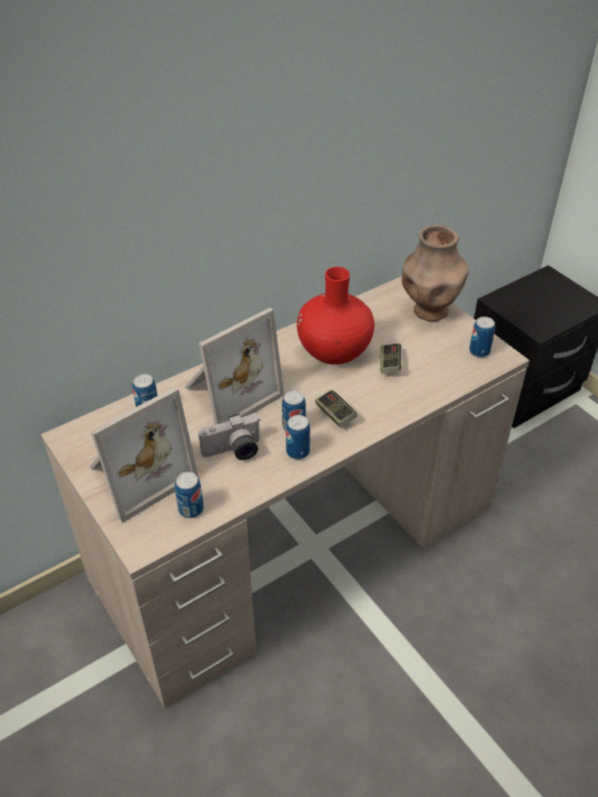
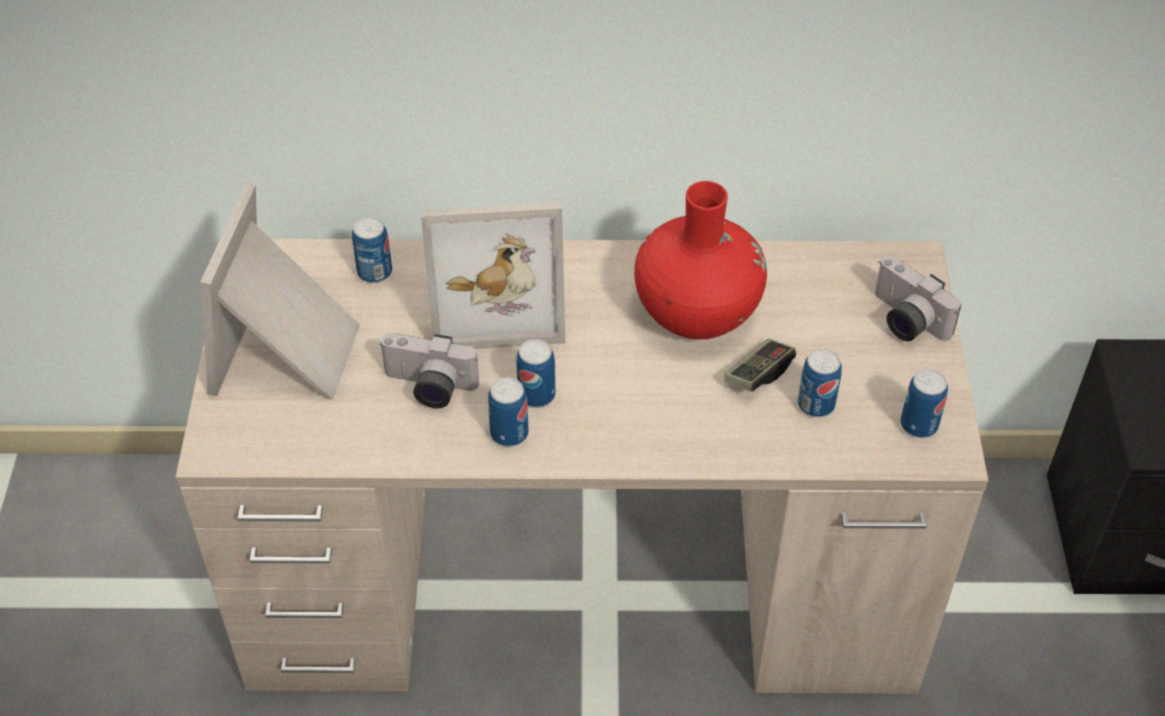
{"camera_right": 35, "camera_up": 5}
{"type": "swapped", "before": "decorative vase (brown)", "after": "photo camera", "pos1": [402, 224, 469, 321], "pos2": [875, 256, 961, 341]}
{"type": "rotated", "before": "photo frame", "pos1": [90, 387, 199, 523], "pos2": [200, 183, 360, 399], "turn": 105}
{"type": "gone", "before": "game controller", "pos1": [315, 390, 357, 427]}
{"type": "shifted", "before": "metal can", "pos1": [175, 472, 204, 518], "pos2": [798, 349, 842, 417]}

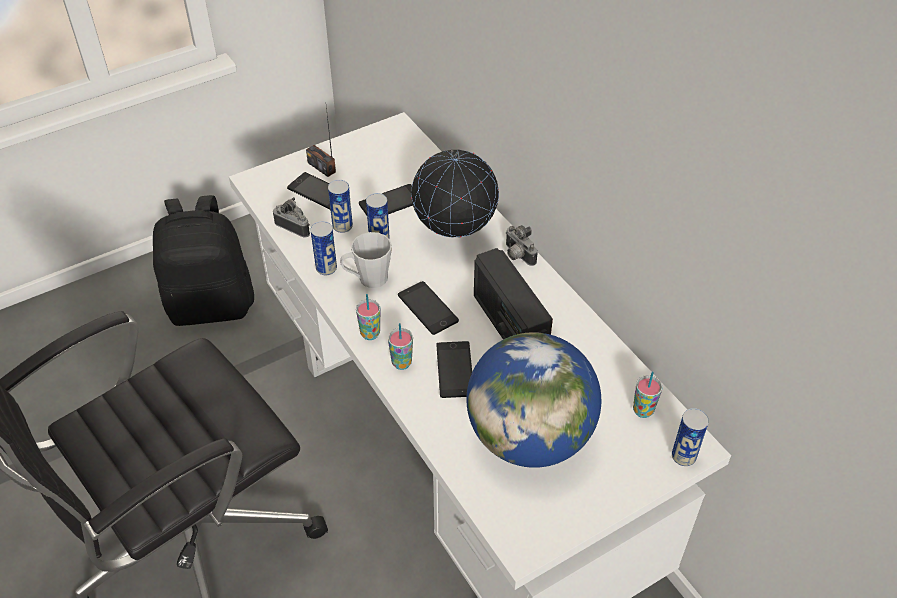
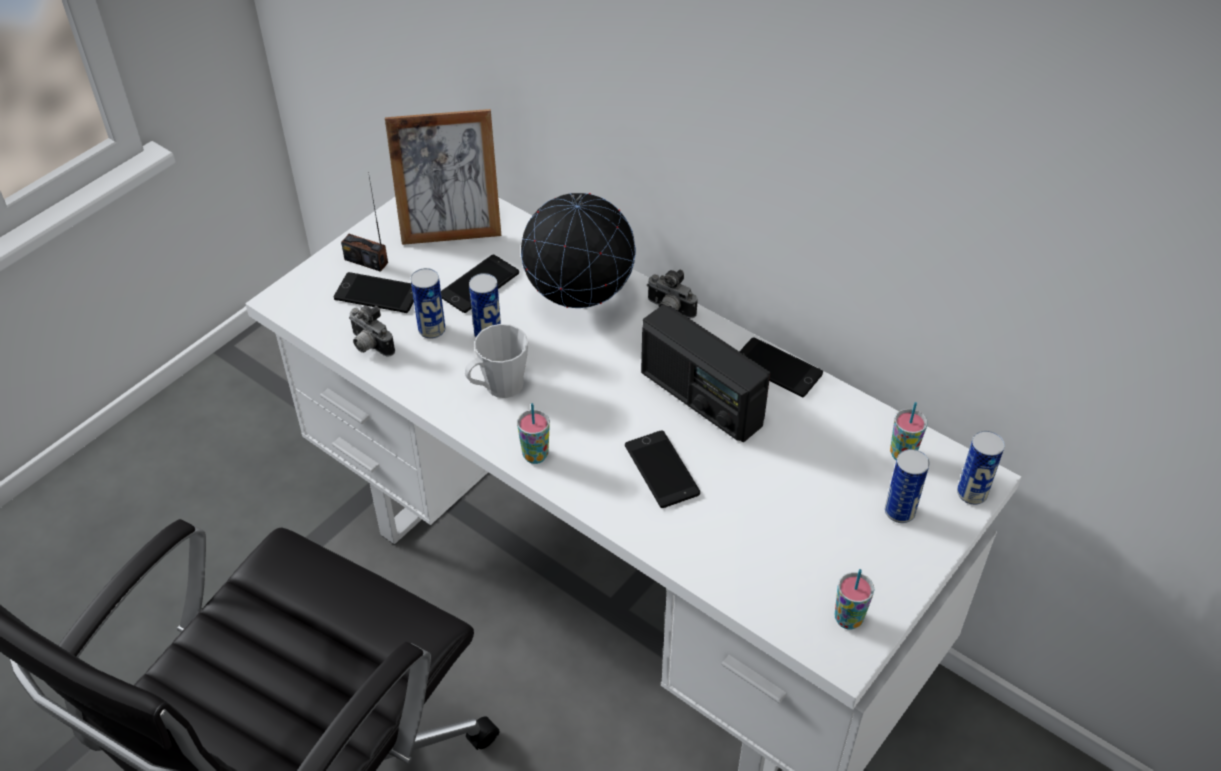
{"camera_right": -20, "camera_up": 0}
{"type": "gone", "before": "rucksack (black)", "pos1": [153, 195, 254, 326]}
{"type": "rotated", "before": "photo camera", "pos1": [273, 197, 310, 238], "pos2": [349, 305, 395, 357], "turn": -150}
{"type": "shifted", "before": "metal can", "pos1": [310, 221, 337, 275], "pos2": [885, 449, 929, 523]}
{"type": "shifted", "before": "telephone", "pos1": [398, 281, 459, 335], "pos2": [739, 337, 823, 397]}
{"type": "shifted", "before": "small cup", "pos1": [388, 323, 413, 370], "pos2": [835, 569, 874, 630]}
{"type": "gone", "before": "world globe", "pos1": [466, 332, 601, 468]}
{"type": "new", "after": "photo frame", "pos2": [385, 109, 501, 245]}

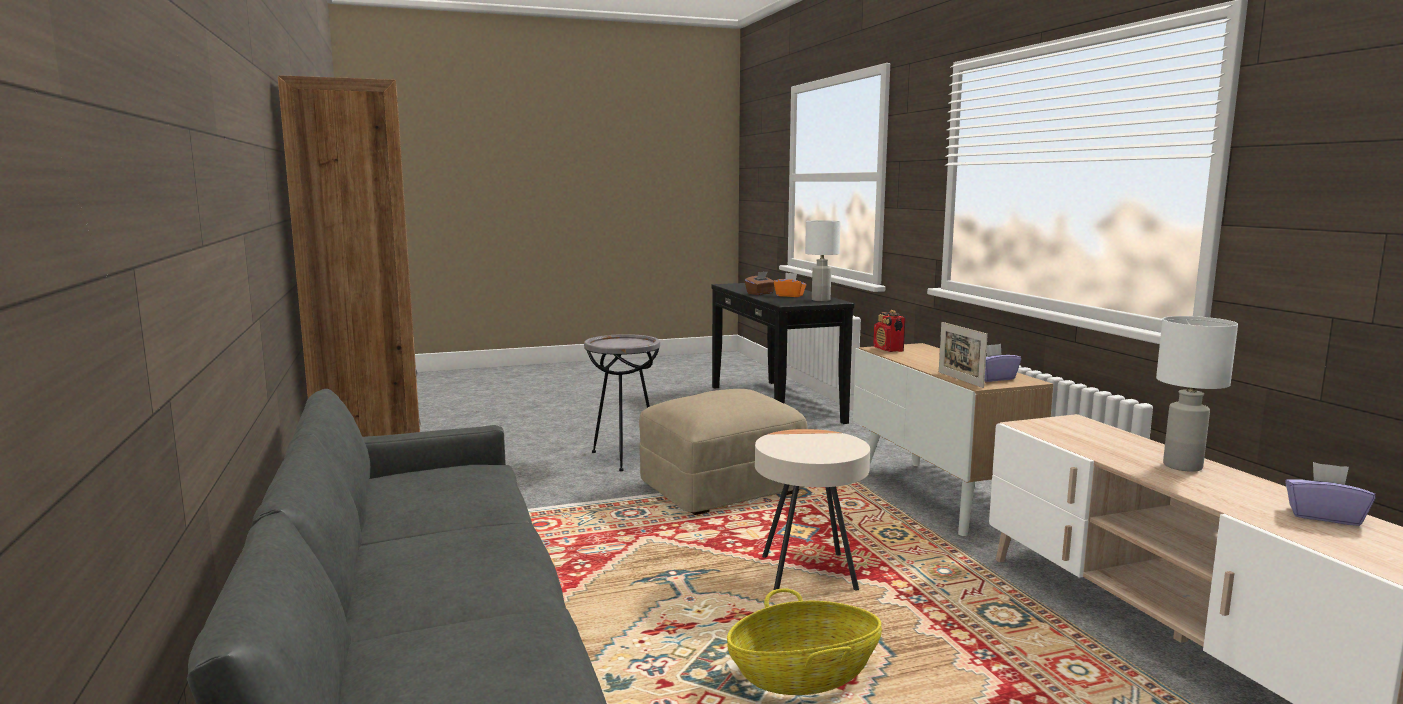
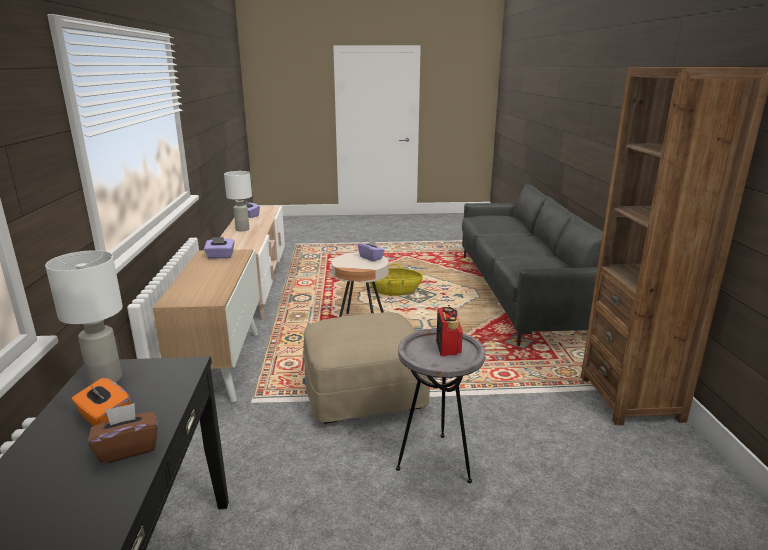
{"camera_right": -165, "camera_up": 10}
{"type": "shifted", "before": "radio receiver", "pos1": [873, 310, 905, 352], "pos2": [436, 307, 463, 356]}
{"type": "gone", "before": "photo frame", "pos1": [939, 322, 988, 388]}
{"type": "new", "after": "tissue box (purple-coloured)", "pos2": [358, 238, 385, 261]}

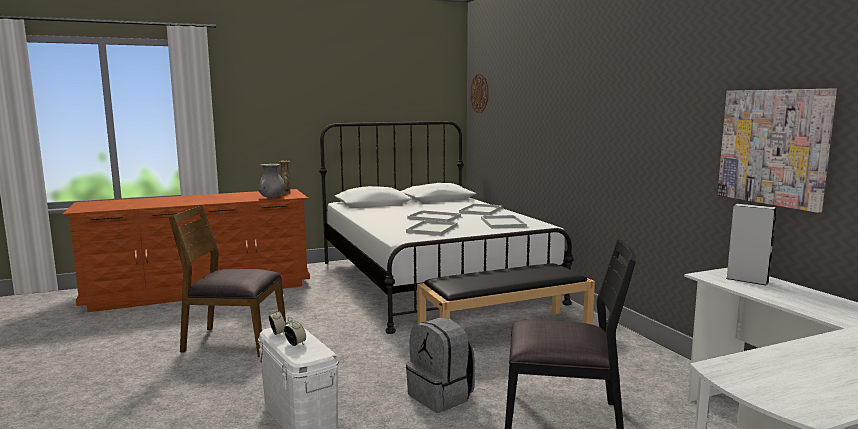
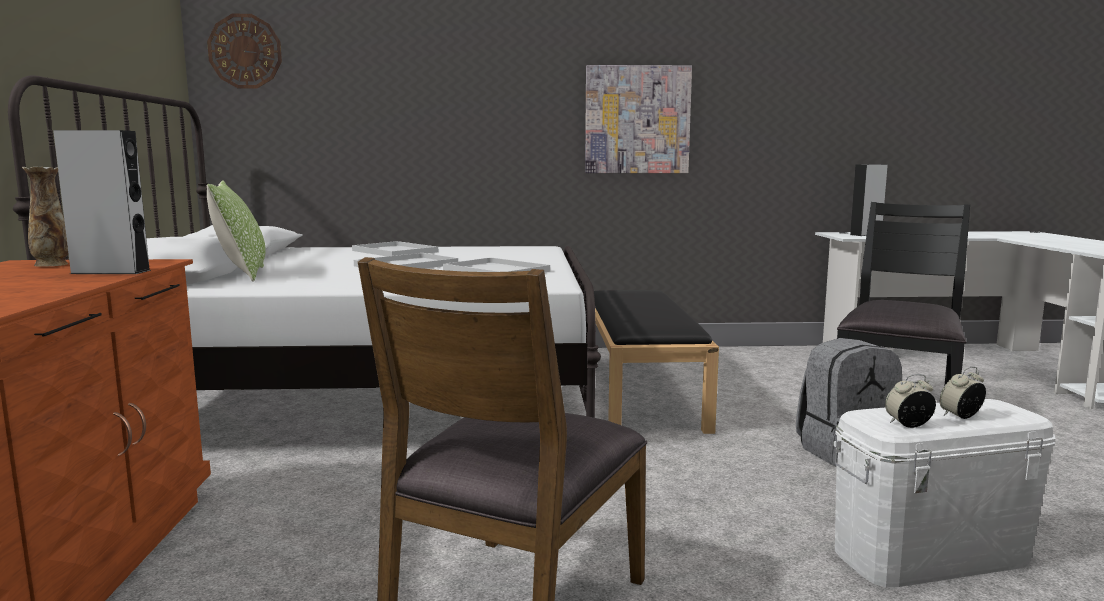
{"camera_right": -70, "camera_up": 0}
{"type": "shifted", "before": "wall art", "pos1": [717, 89, 837, 213], "pos2": [585, 65, 692, 173]}
{"type": "swapped", "before": "decorative vase (gray)", "after": "speaker (gray)", "pos1": [258, 164, 285, 198], "pos2": [53, 130, 151, 274]}
{"type": "gone", "before": "tray (whitish)", "pos1": [481, 215, 527, 229]}
{"type": "new", "after": "throw pillow", "pos2": [207, 180, 266, 282]}

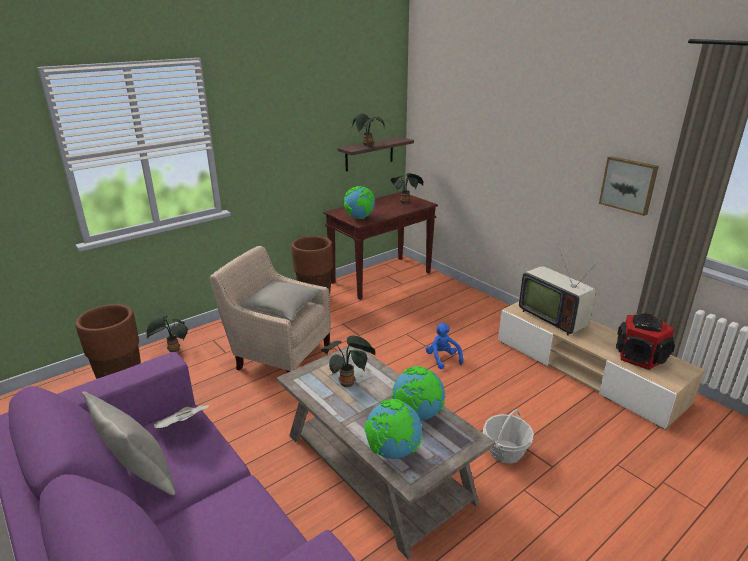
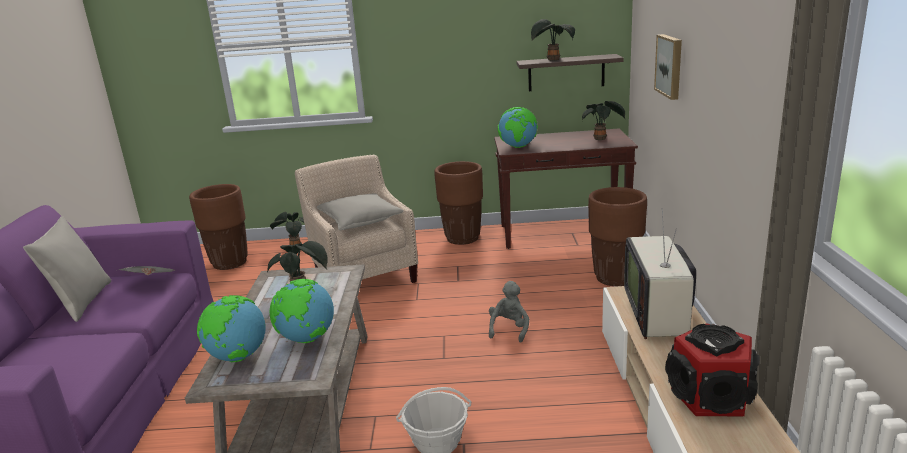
{"camera_right": 40, "camera_up": -5}
{"type": "shifted", "before": "wall art", "pos1": [599, 156, 659, 216], "pos2": [654, 34, 682, 100]}
{"type": "repainted", "before": "soft toy (blue)", "after": "soft toy (gray)", "pos1": [426, 323, 463, 369], "pos2": [489, 281, 529, 343]}
{"type": "new", "after": "plant pot (brown)", "pos2": [588, 187, 647, 286]}

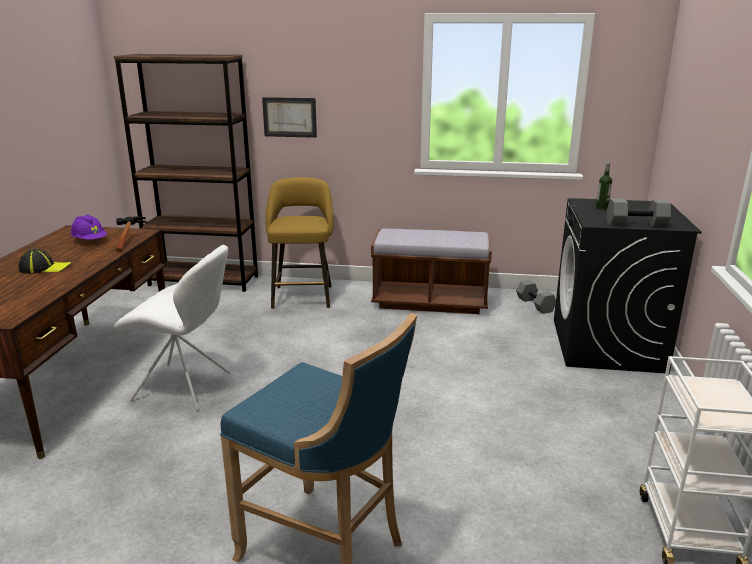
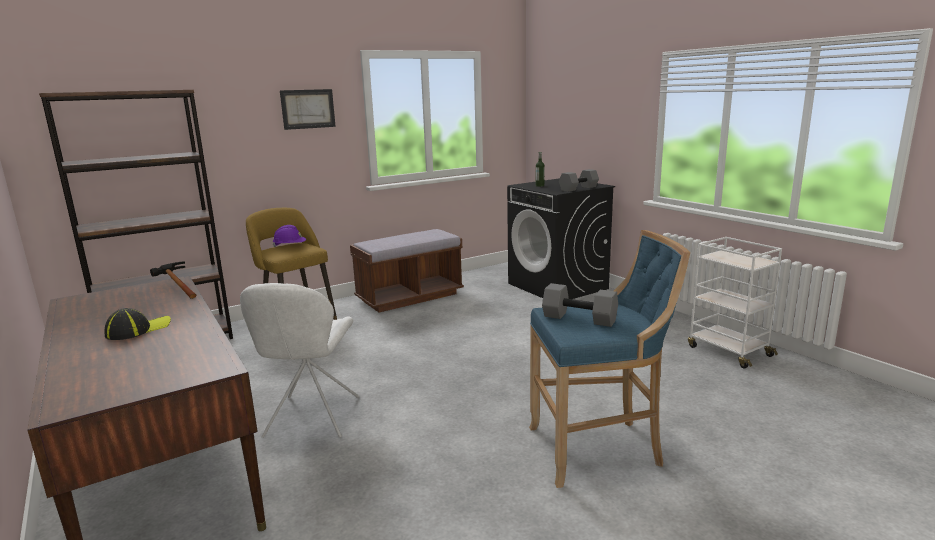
{"camera_right": -40, "camera_up": -5}
{"type": "shifted", "before": "wall art", "pos1": [262, 97, 317, 138], "pos2": [280, 89, 336, 130]}
{"type": "shifted", "before": "safety helmet (purple-coloured)", "pos1": [71, 215, 107, 240], "pos2": [272, 225, 306, 248]}
{"type": "rotated", "before": "chair (whitish)", "pos1": [114, 245, 231, 411], "pos2": [240, 283, 359, 438], "turn": 120}
{"type": "shifted", "before": "dumbbell (gray)", "pos1": [516, 280, 556, 314], "pos2": [542, 283, 618, 327]}

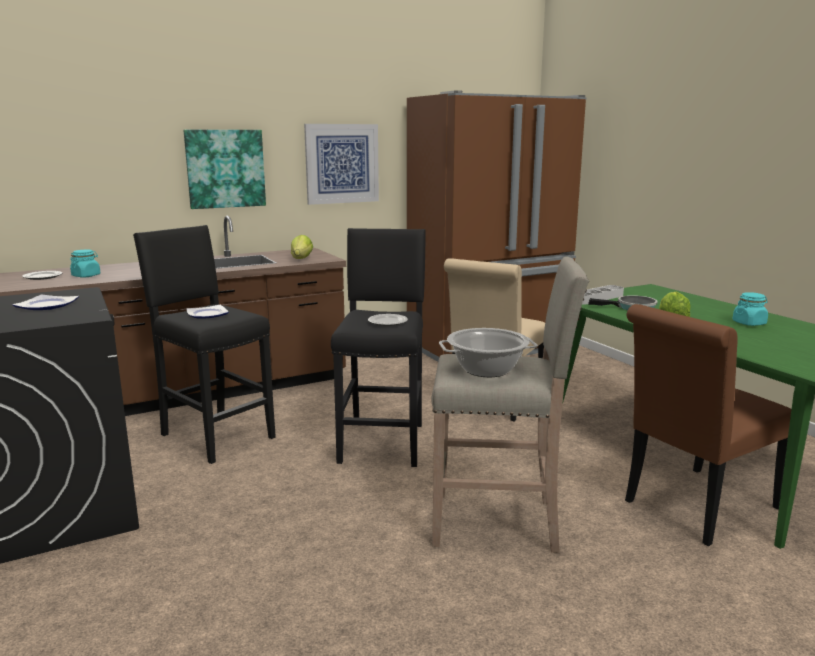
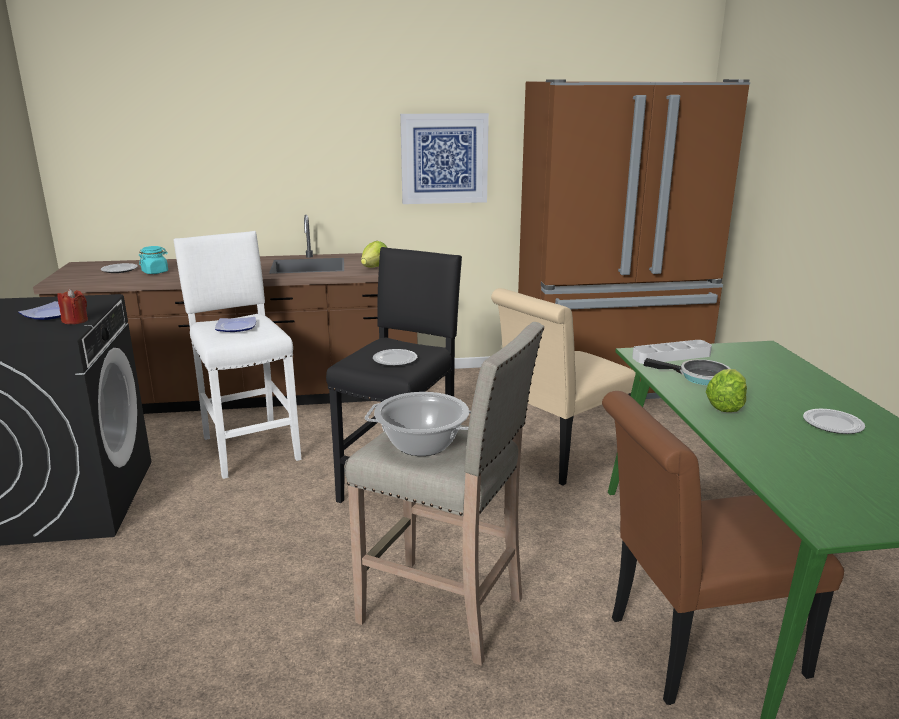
{"camera_right": 20, "camera_up": 5}
{"type": "gone", "before": "wall art", "pos1": [184, 130, 266, 209]}
{"type": "repainted", "before": "stool seat (black)", "after": "stool seat (whitish)", "pos1": [133, 225, 276, 464], "pos2": [174, 231, 302, 479]}
{"type": "swapped", "before": "jar (turquoise-coloured)", "after": "flat dish", "pos1": [732, 292, 768, 326], "pos2": [803, 409, 865, 434]}
{"type": "new", "after": "candle (red)", "pos2": [57, 289, 88, 324]}

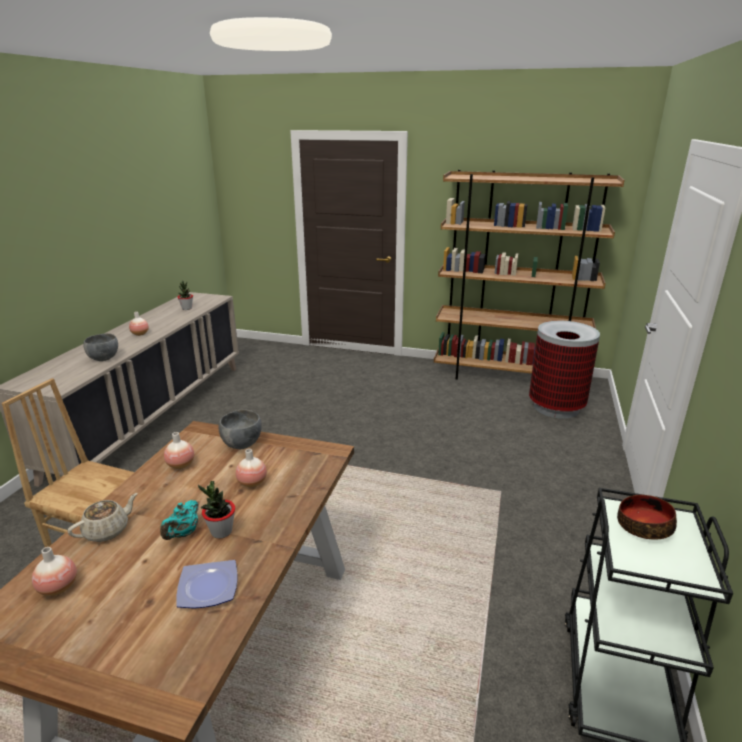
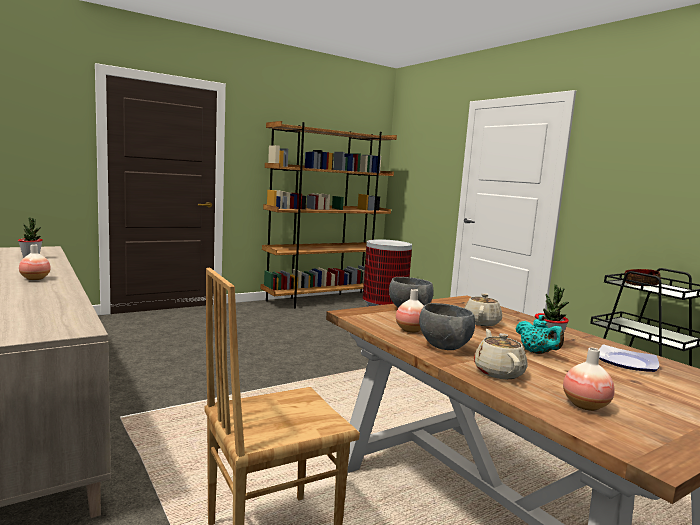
{"camera_right": -50, "camera_up": -15}
{"type": "shifted", "before": "deep dish (gray)", "pos1": [83, 333, 118, 361], "pos2": [419, 303, 475, 350]}
{"type": "swapped", "before": "decorative vase", "after": "pot for tea (sand-coloured)", "pos1": [236, 449, 267, 488], "pos2": [464, 293, 502, 326]}

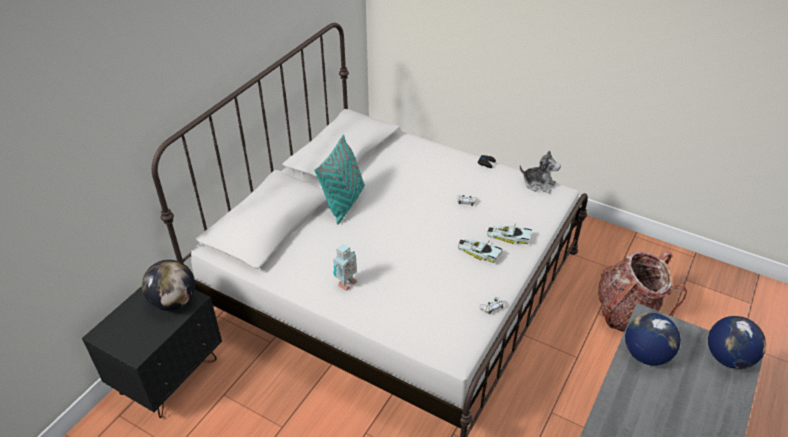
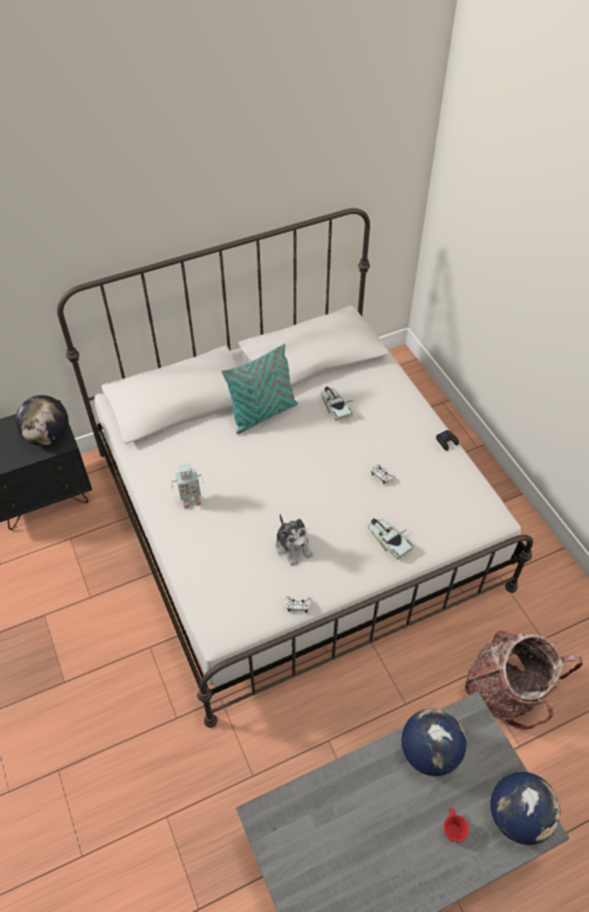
{"camera_right": 35, "camera_up": 10}
{"type": "shifted", "before": "soft toy", "pos1": [520, 150, 561, 193], "pos2": [276, 514, 313, 566]}
{"type": "shifted", "before": "model car", "pos1": [458, 239, 503, 263], "pos2": [321, 386, 353, 421]}
{"type": "new", "after": "small cup (red)", "pos2": [443, 808, 469, 842]}

